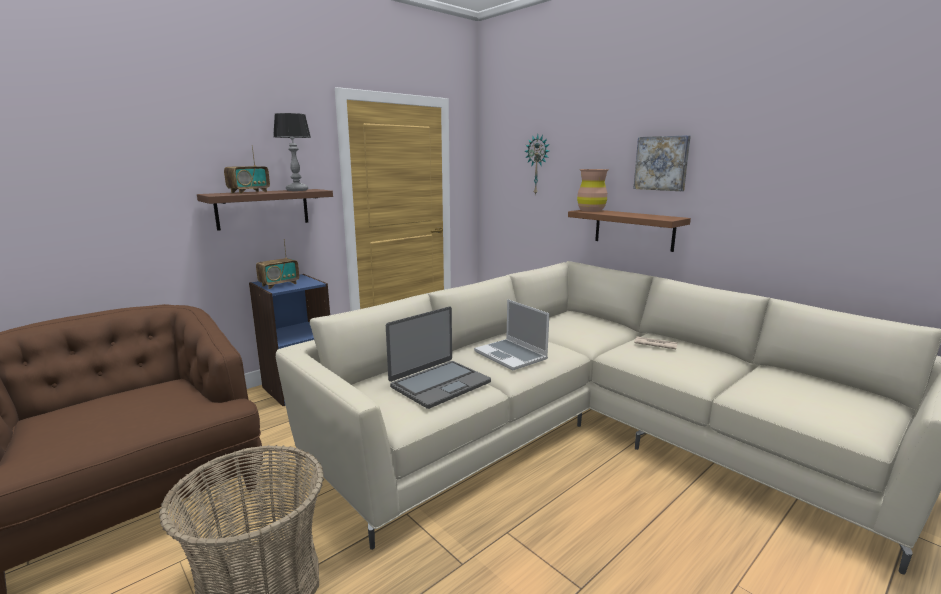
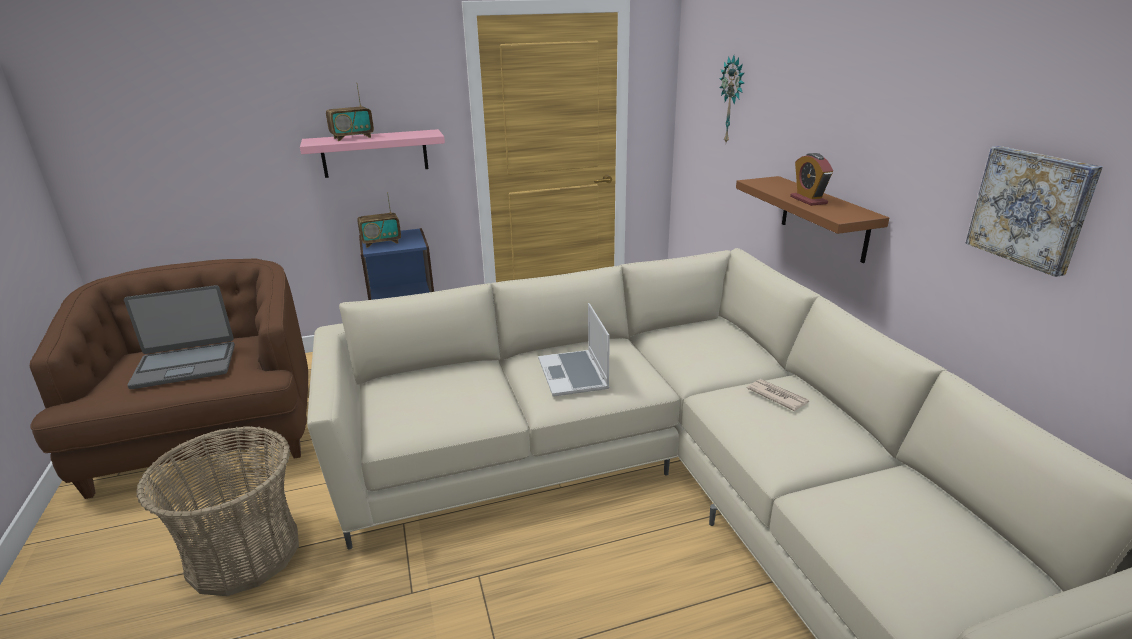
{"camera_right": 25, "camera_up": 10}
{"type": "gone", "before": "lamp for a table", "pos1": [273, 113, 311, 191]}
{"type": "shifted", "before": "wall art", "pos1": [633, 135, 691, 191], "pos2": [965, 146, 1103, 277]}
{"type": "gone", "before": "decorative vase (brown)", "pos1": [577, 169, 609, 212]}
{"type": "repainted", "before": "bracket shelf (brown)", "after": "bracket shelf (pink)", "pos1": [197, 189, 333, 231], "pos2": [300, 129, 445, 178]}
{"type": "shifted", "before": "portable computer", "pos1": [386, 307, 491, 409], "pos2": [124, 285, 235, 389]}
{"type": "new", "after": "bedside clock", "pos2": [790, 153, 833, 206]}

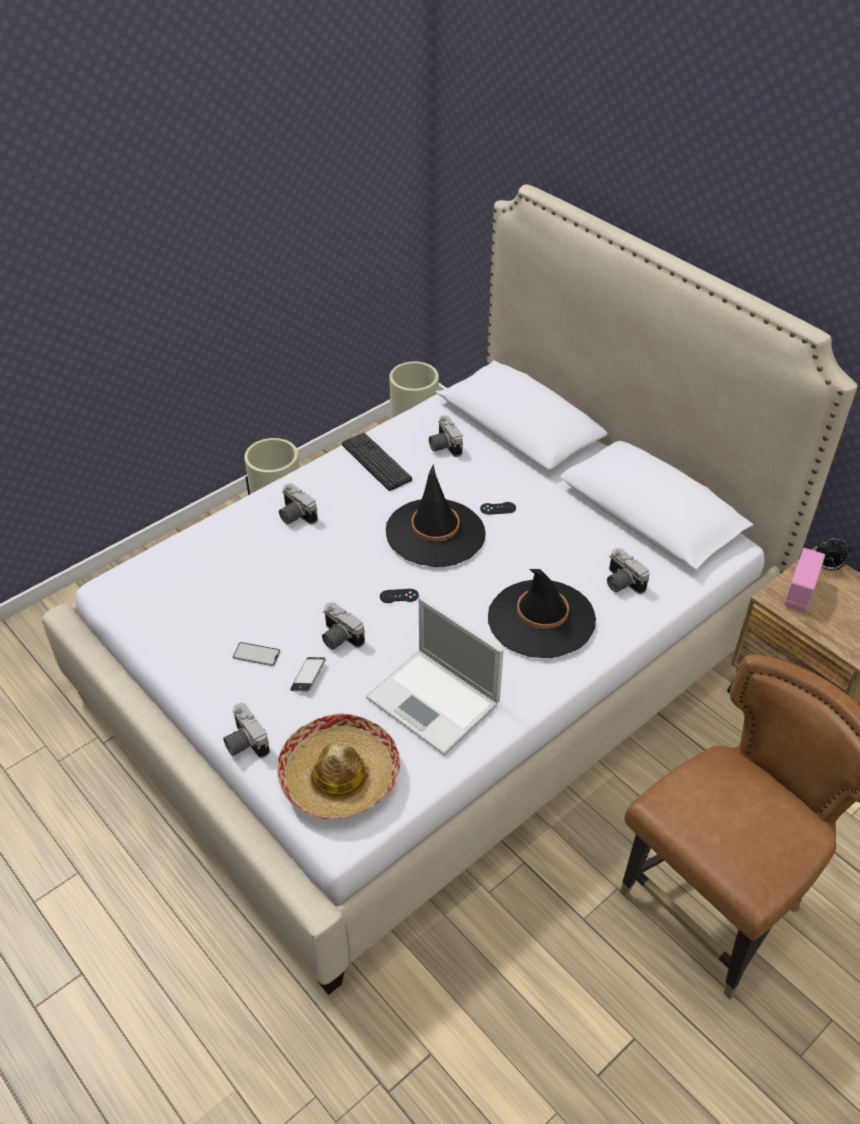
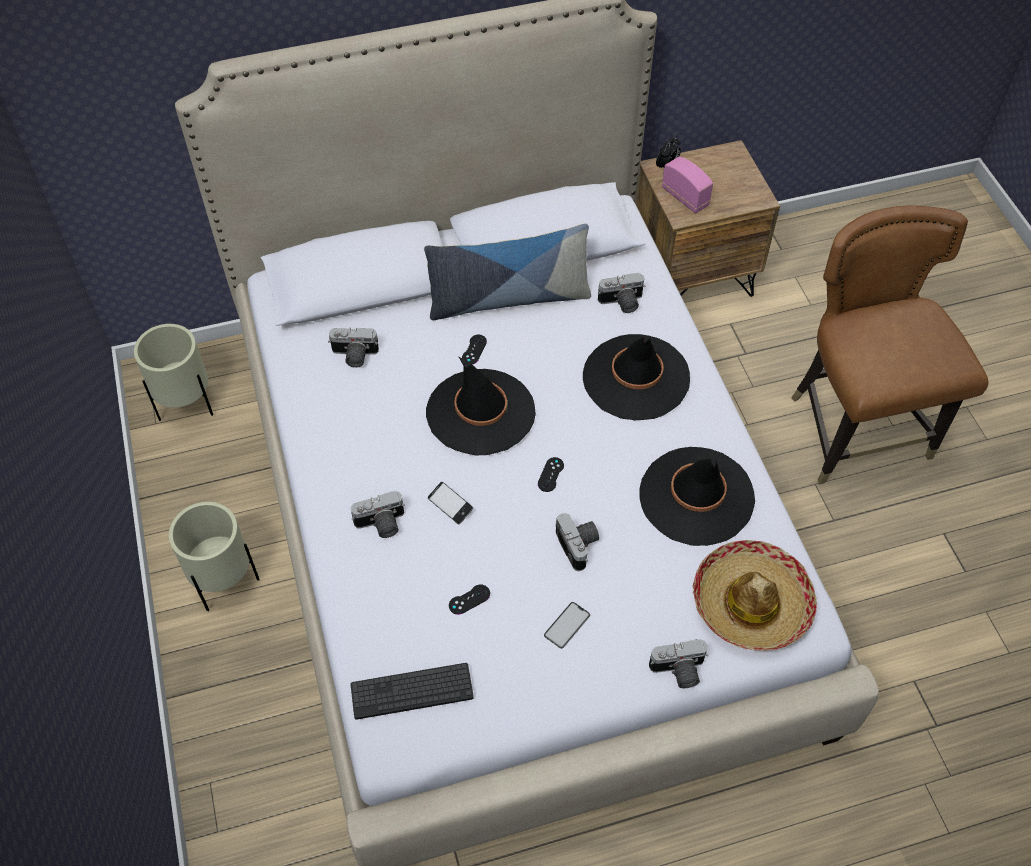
{"camera_right": -65, "camera_up": 10}
{"type": "shifted", "before": "computer keyboard", "pos1": [342, 432, 412, 491], "pos2": [351, 663, 474, 719]}
{"type": "swapped", "before": "portable computer", "after": "clothing hat (black)", "pos1": [366, 597, 504, 756], "pos2": [640, 447, 755, 546]}
{"type": "rotated", "before": "photo camera", "pos1": [322, 602, 365, 650], "pos2": [556, 513, 599, 571], "turn": -90}
{"type": "shifted", "before": "telephone", "pos1": [290, 657, 326, 692], "pos2": [428, 482, 473, 524]}
{"type": "new", "after": "throw pillow", "pos2": [424, 223, 591, 320]}
{"type": "new", "after": "game controller (black)", "pos2": [449, 584, 490, 615]}

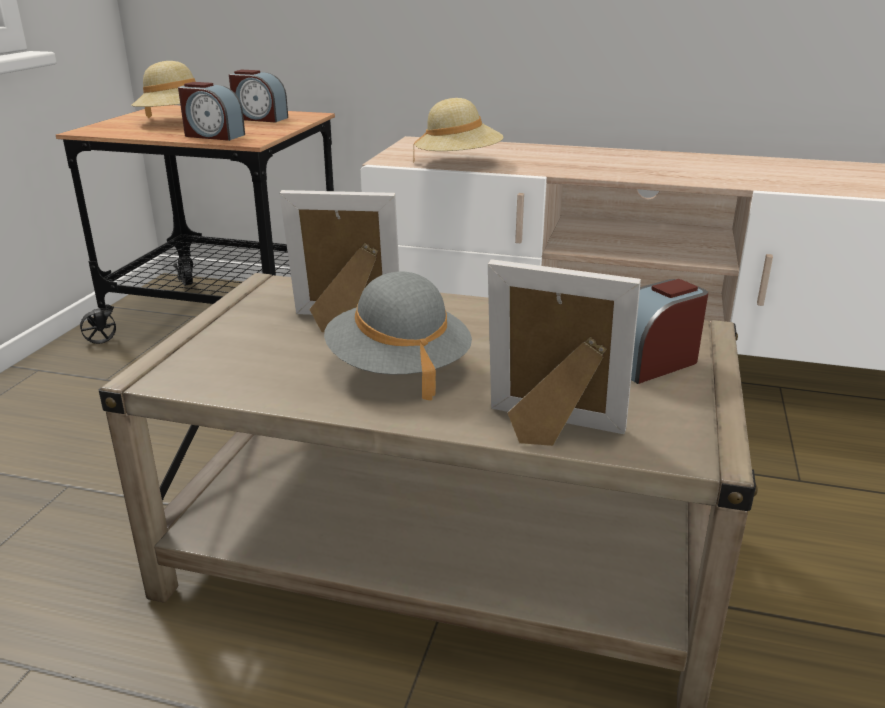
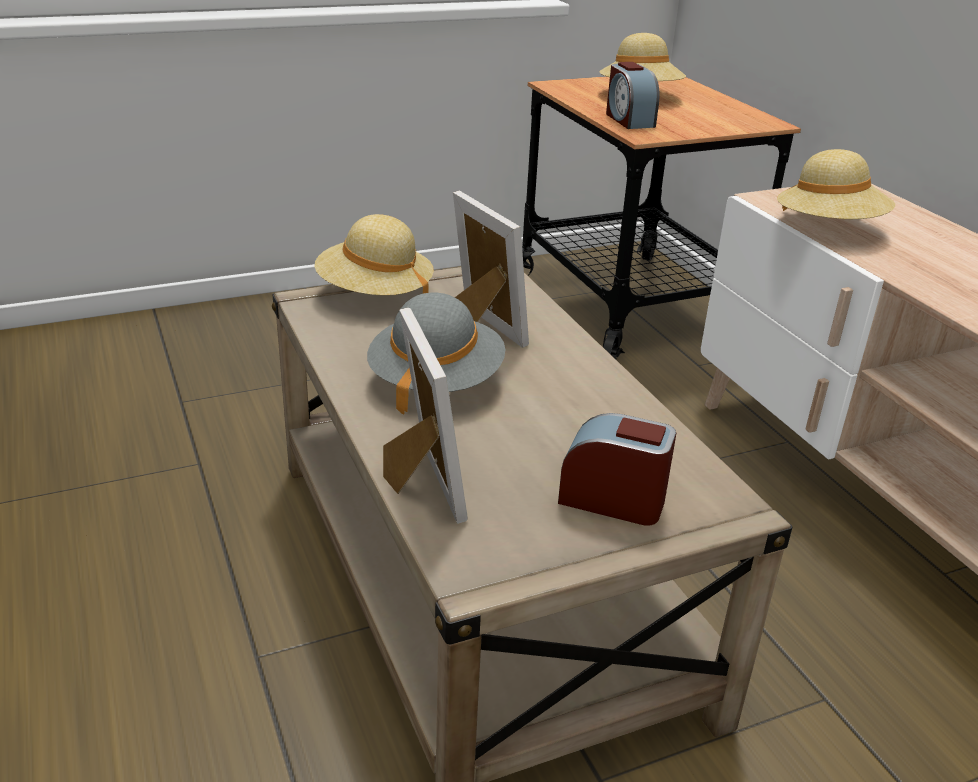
{"camera_right": 50, "camera_up": 5}
{"type": "gone", "before": "bedside clock", "pos1": [229, 70, 288, 123]}
{"type": "new", "after": "clothing hat (sand-coloured)", "pos2": [314, 214, 434, 296]}

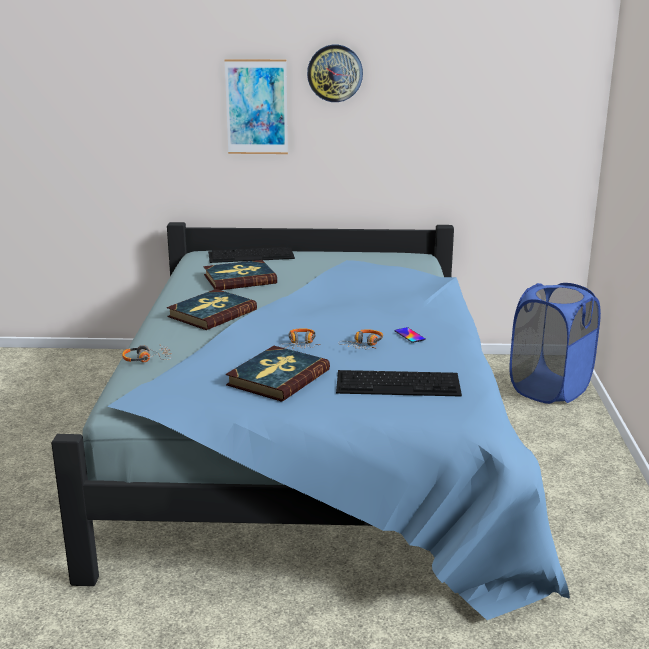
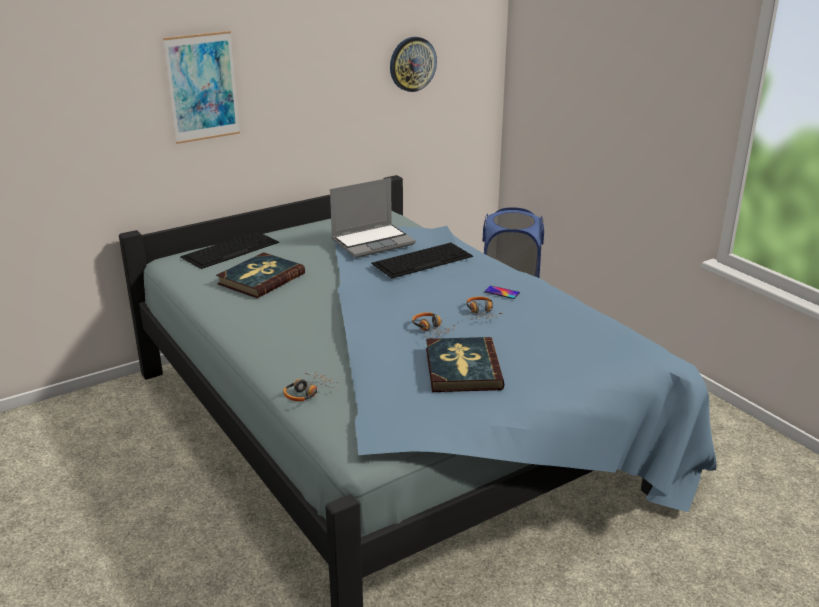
{"camera_right": -35, "camera_up": 5}
{"type": "shifted", "before": "wall clock", "pos1": [307, 45, 363, 102], "pos2": [390, 37, 437, 92]}
{"type": "gone", "before": "book", "pos1": [167, 289, 257, 330]}
{"type": "shifted", "before": "computer keyboard", "pos1": [336, 370, 462, 397], "pos2": [371, 243, 473, 278]}
{"type": "new", "after": "portable computer", "pos2": [330, 178, 416, 258]}

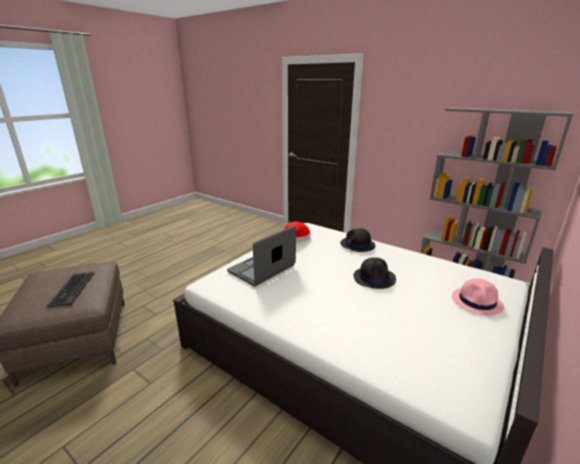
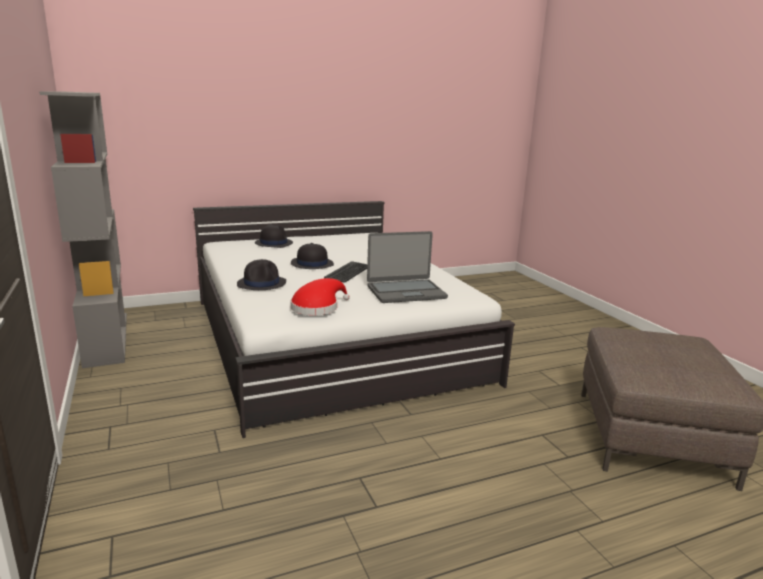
{"camera_right": -150, "camera_up": -5}
{"type": "shifted", "before": "computer keyboard", "pos1": [47, 272, 94, 307], "pos2": [324, 261, 367, 283]}
{"type": "repainted", "before": "clothing hat (pink)", "after": "clothing hat (black)", "pos1": [452, 278, 504, 315], "pos2": [255, 224, 293, 248]}

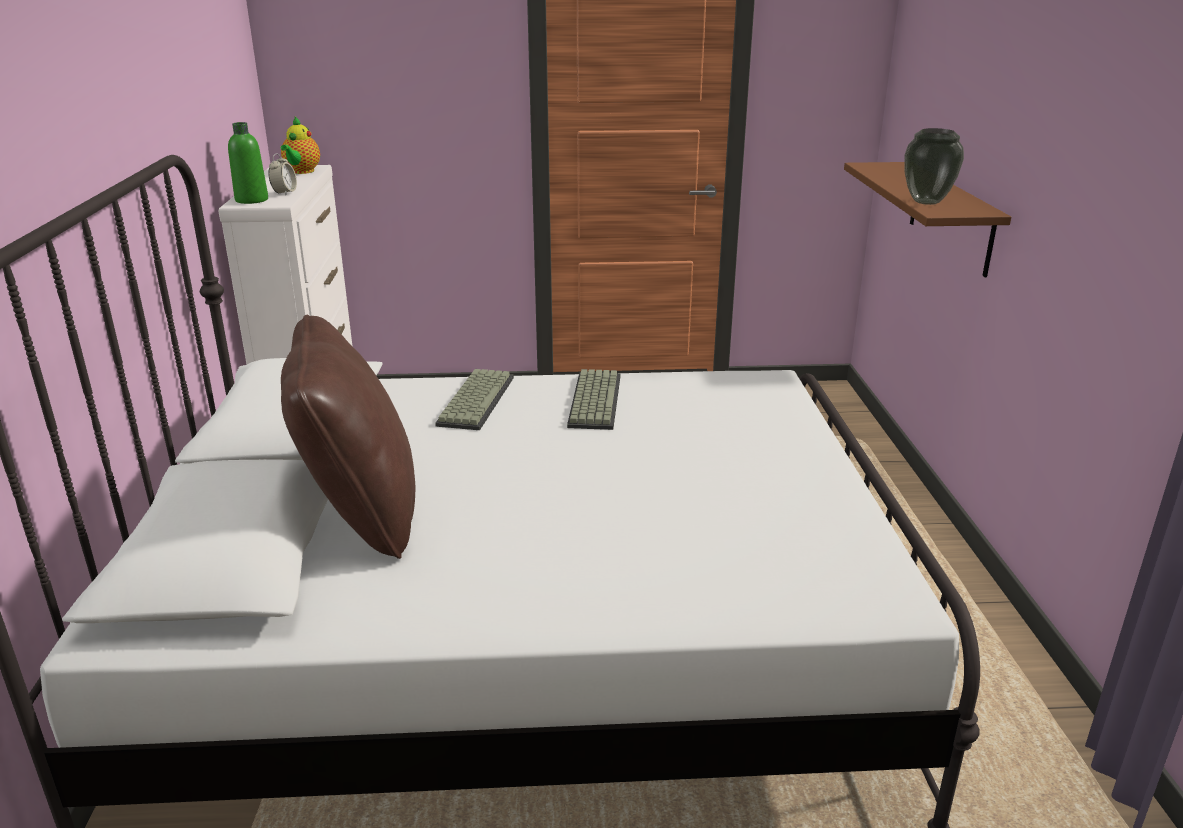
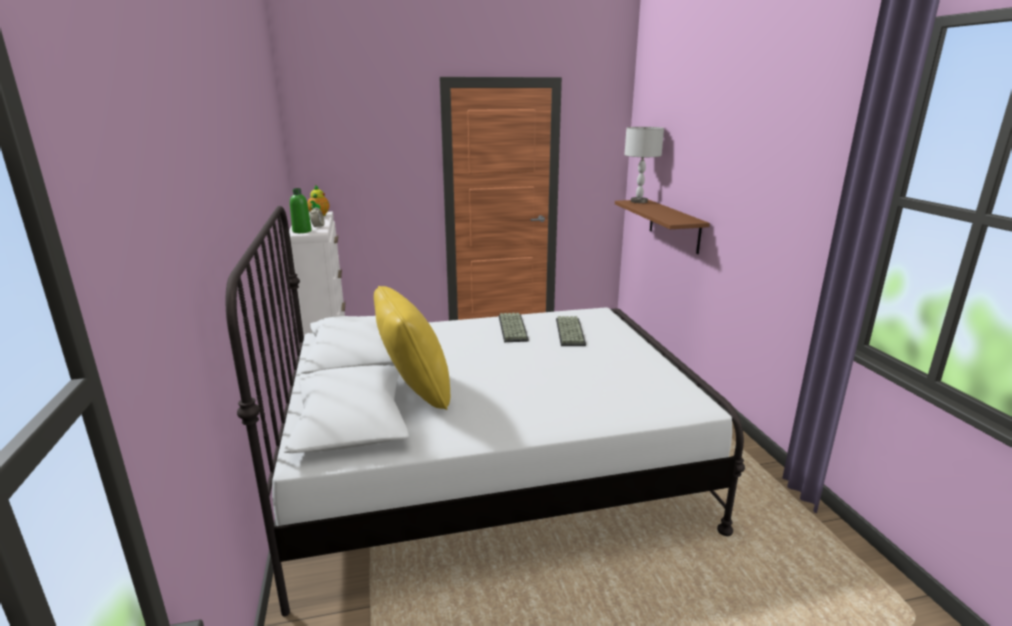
{"camera_right": -10, "camera_up": -5}
{"type": "gone", "before": "decorative vase", "pos1": [904, 128, 964, 205]}
{"type": "repainted", "before": "throw pillow (brown)", "after": "throw pillow (yellow)", "pos1": [281, 315, 415, 559], "pos2": [374, 286, 450, 410]}
{"type": "shifted", "before": "computer keyboard", "pos1": [435, 369, 514, 430], "pos2": [556, 316, 586, 346]}
{"type": "new", "after": "lamp for a table (gray)", "pos2": [624, 127, 664, 203]}

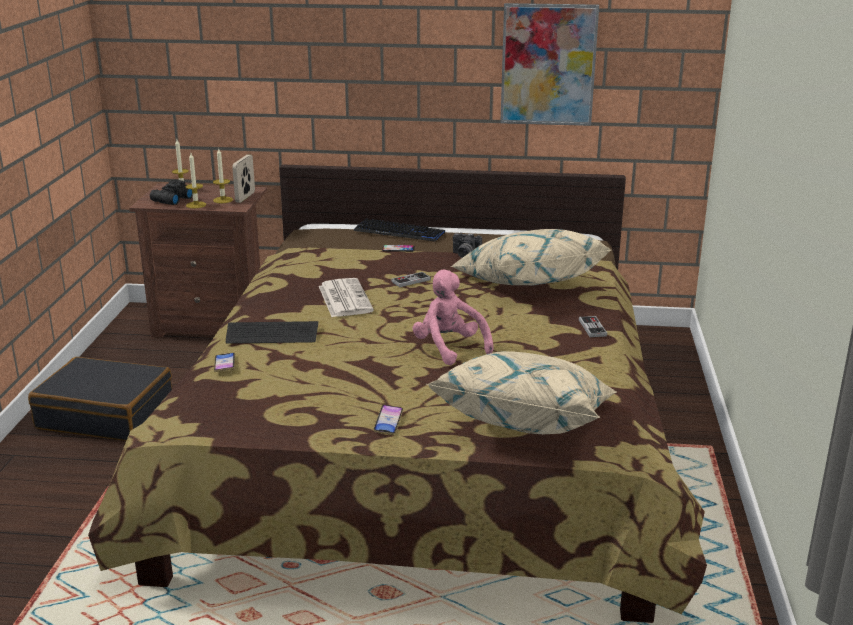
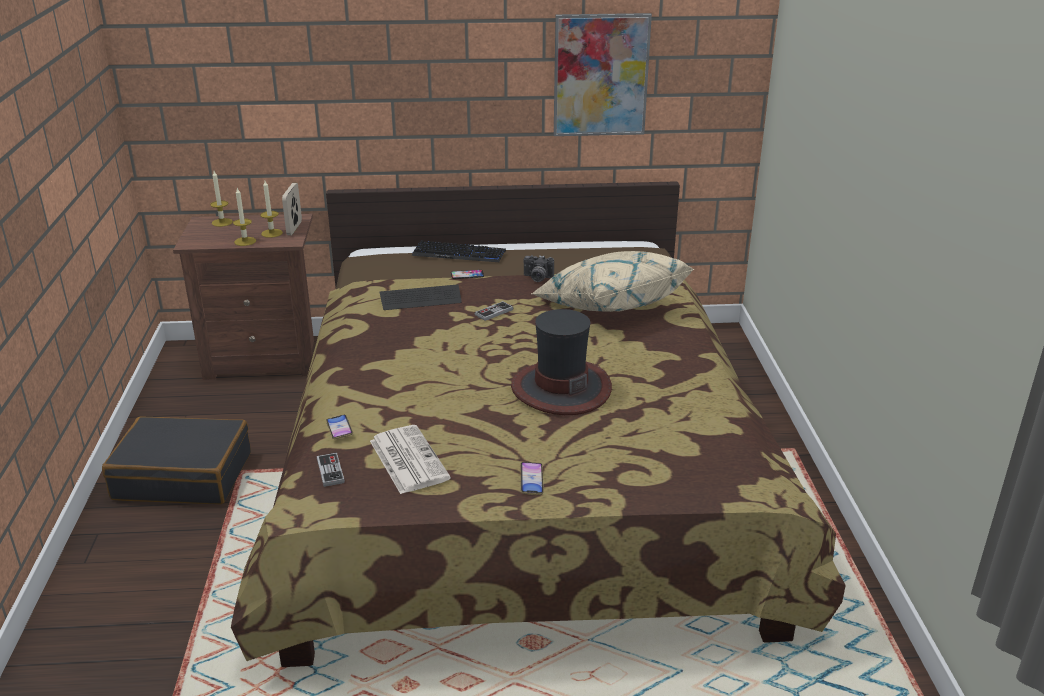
{"camera_right": -10, "camera_up": 5}
{"type": "gone", "before": "binoculars (black)", "pos1": [150, 180, 193, 205]}
{"type": "swapped", "before": "soft toy (pink)", "after": "clothing hat", "pos1": [413, 269, 494, 366], "pos2": [511, 309, 612, 415]}
{"type": "shifted", "before": "newspaper", "pos1": [319, 278, 374, 317], "pos2": [370, 425, 451, 494]}
{"type": "shifted", "before": "game controller", "pos1": [579, 316, 607, 337], "pos2": [317, 453, 345, 487]}
{"type": "shifted", "before": "computer keyboard", "pos1": [226, 321, 319, 344], "pos2": [379, 284, 462, 310]}
{"type": "gone", "before": "throw pillow (sand-coloured)", "pos1": [426, 351, 617, 434]}

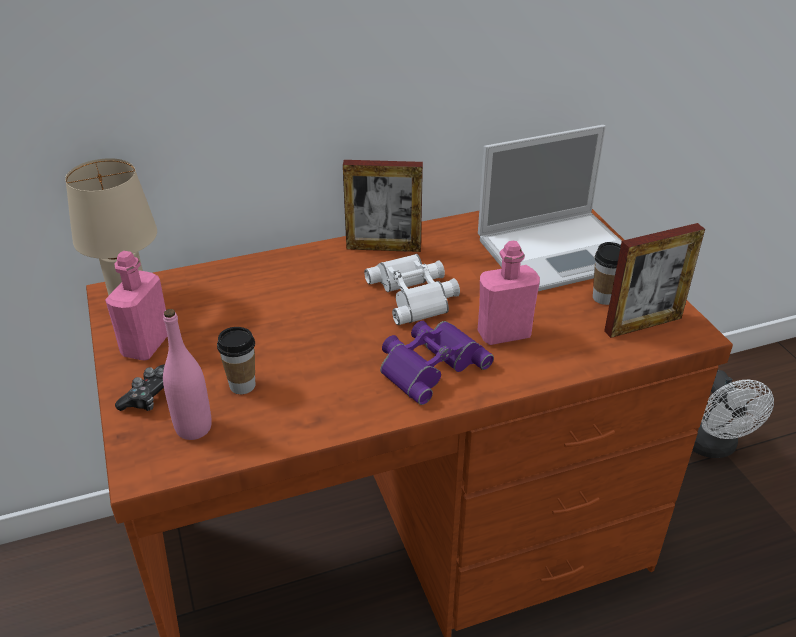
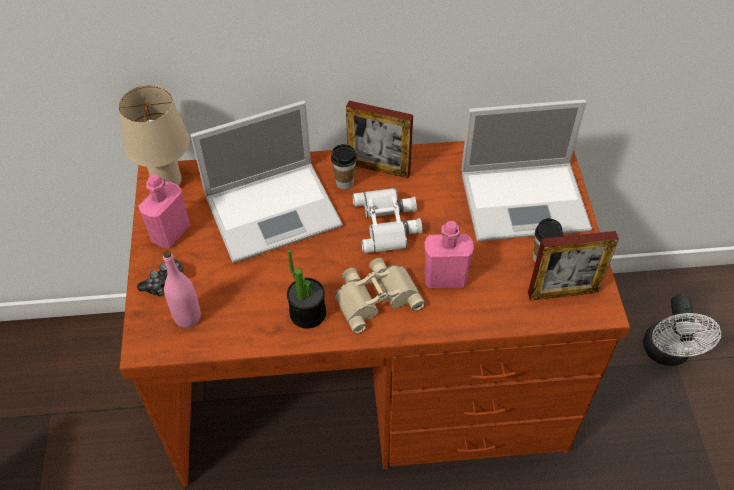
{"camera_right": 15, "camera_up": 15}
{"type": "repainted", "before": "binoculars (purple-coloured)", "after": "binoculars (sand-coloured)", "pos1": [380, 321, 494, 405], "pos2": [334, 258, 425, 334]}
{"type": "shifted", "before": "small cup", "pos1": [217, 327, 255, 394], "pos2": [331, 144, 357, 189]}
{"type": "new", "after": "portable computer", "pos2": [190, 100, 343, 263]}
{"type": "new", "after": "plant in a pot", "pos2": [287, 250, 326, 329]}

